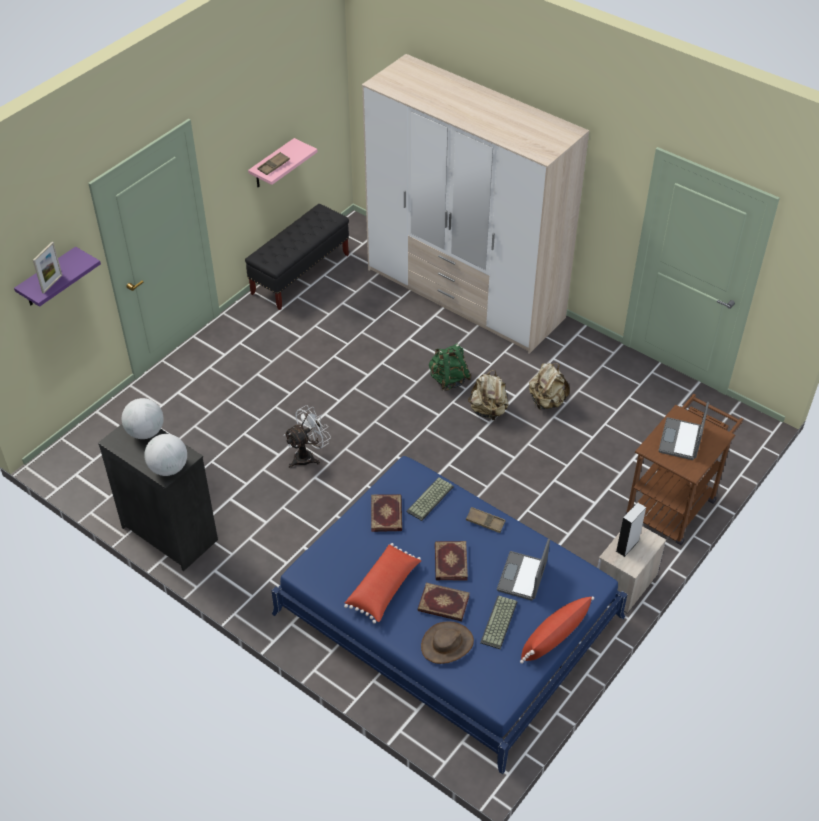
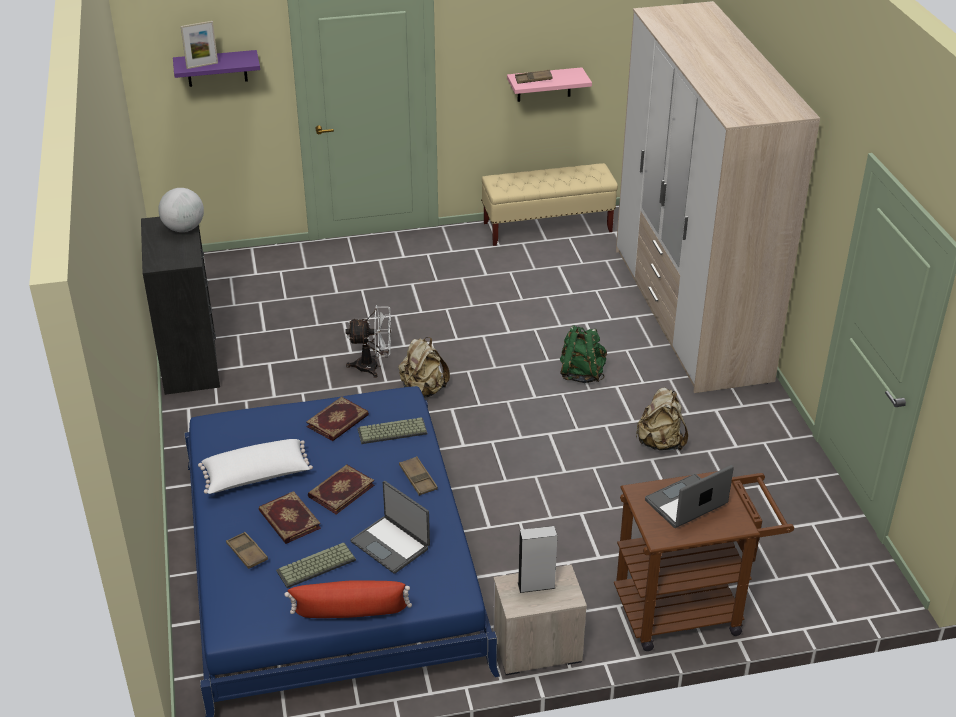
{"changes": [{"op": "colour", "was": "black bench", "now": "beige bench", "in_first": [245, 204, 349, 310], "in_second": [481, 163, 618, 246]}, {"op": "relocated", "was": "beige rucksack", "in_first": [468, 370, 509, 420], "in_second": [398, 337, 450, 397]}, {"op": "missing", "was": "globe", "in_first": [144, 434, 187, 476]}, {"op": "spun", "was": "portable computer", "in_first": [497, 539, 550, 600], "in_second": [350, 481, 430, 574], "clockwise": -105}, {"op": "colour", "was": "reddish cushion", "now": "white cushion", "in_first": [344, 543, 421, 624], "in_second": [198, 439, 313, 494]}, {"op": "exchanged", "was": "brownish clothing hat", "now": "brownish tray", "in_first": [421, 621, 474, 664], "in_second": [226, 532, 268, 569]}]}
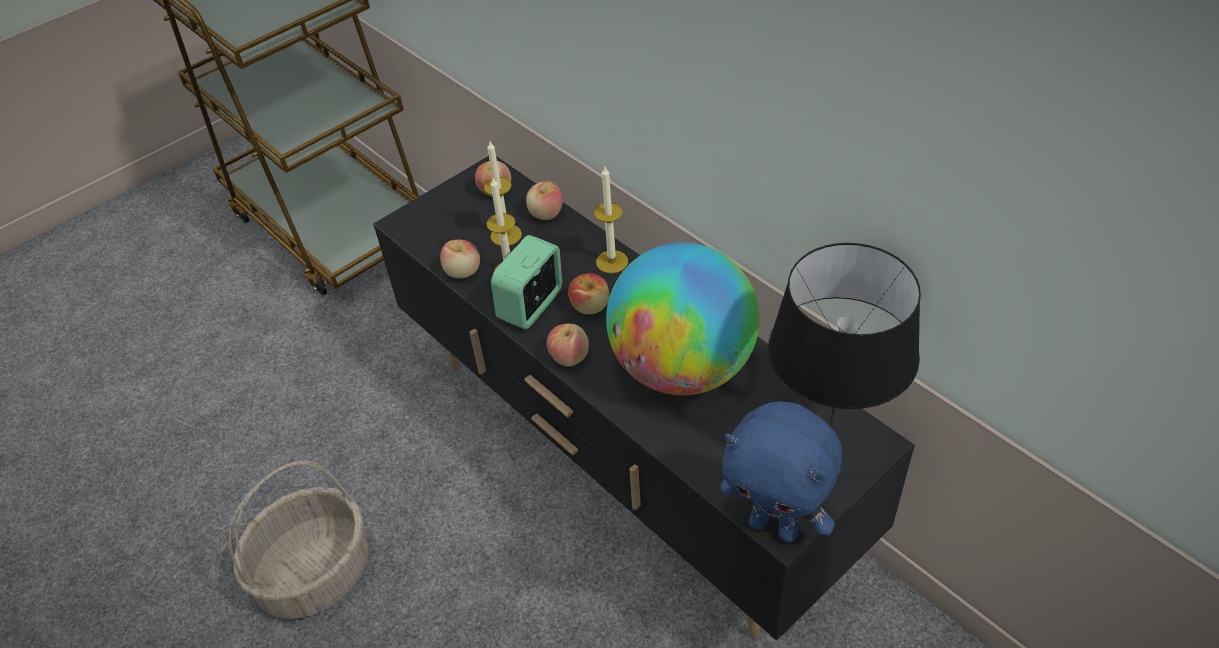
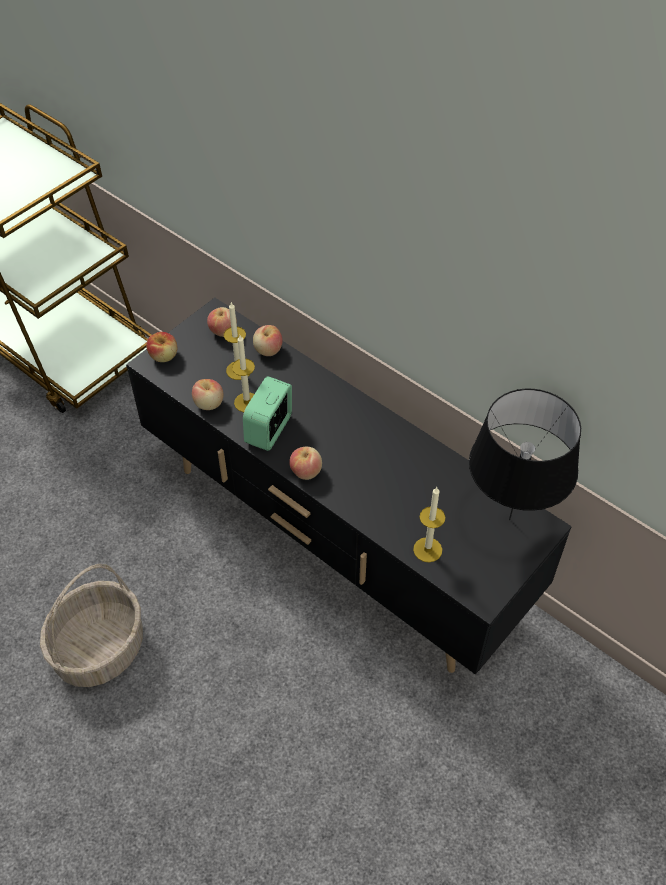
{"changes": [{"op": "relocated", "was": "wax candle", "in_first": [594, 167, 628, 273], "in_second": [413, 487, 445, 562]}, {"op": "missing", "was": "globe", "in_first": [606, 242, 759, 395]}, {"op": "relocated", "was": "apple", "in_first": [568, 273, 609, 314], "in_second": [146, 332, 177, 362]}, {"op": "missing", "was": "blue plush toy", "in_first": [720, 401, 842, 543]}]}
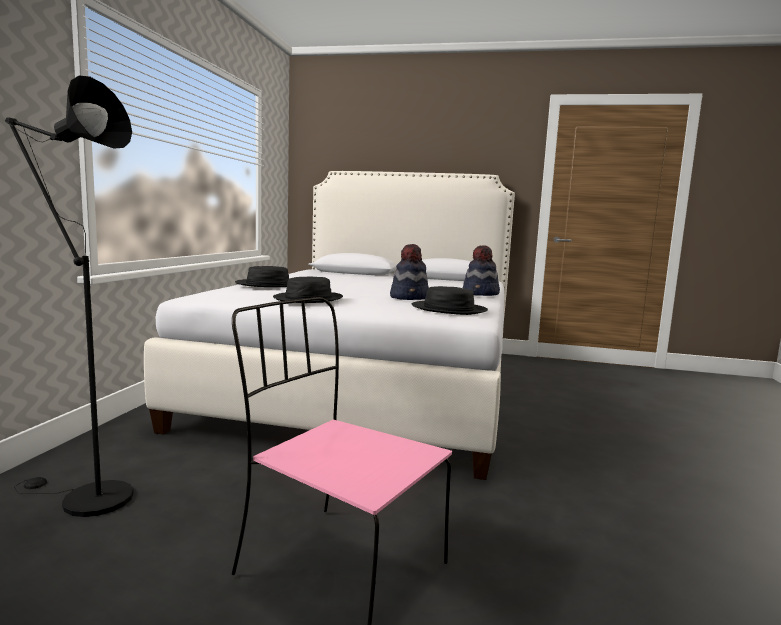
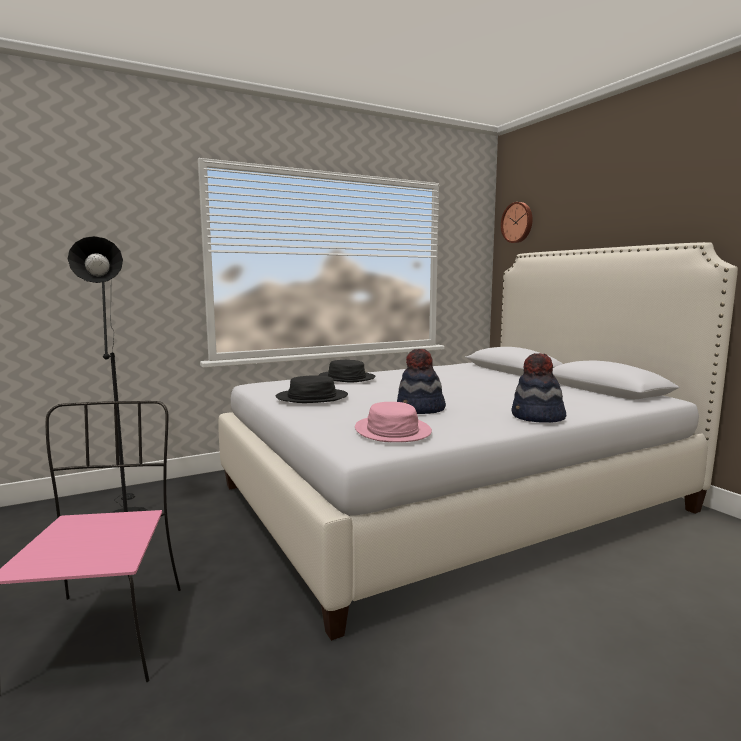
{"changes": [{"op": "colour", "was": "black clothing hat", "now": "pinkish clothing hat", "in_first": [412, 286, 488, 315], "in_second": [355, 402, 432, 442]}, {"op": "appeared", "now": "clock on the wall", "in_second": [501, 202, 533, 243]}]}
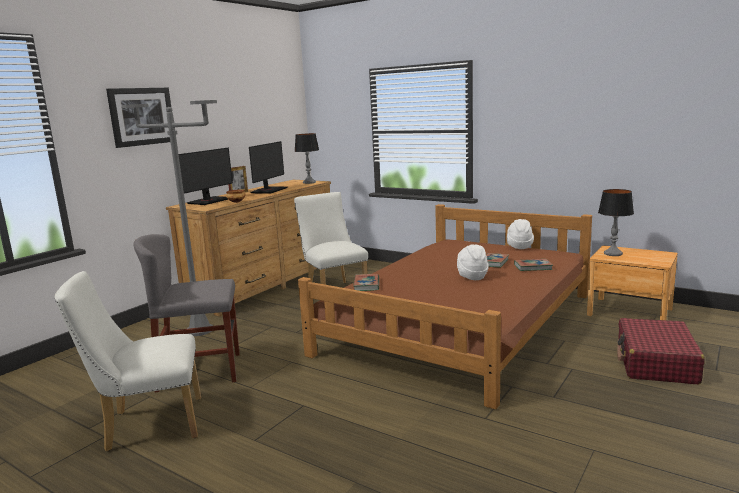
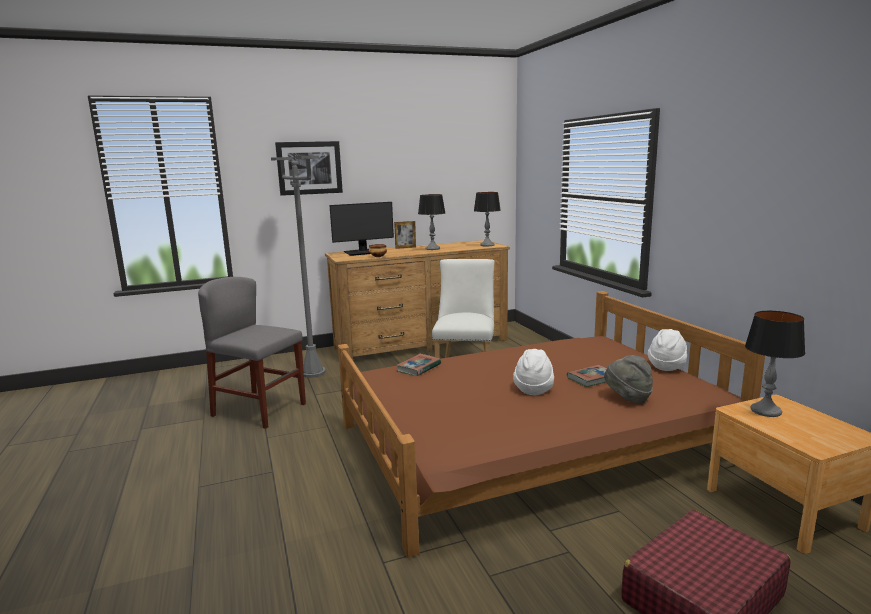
{"changes": [{"op": "exchanged", "was": "monitor", "now": "tabletop lamp", "in_first": [249, 141, 287, 194], "in_second": [418, 194, 445, 250]}, {"op": "exchanged", "was": "volume", "now": "grey clothing hat", "in_first": [514, 259, 553, 271], "in_second": [604, 355, 653, 404]}, {"op": "missing", "was": "white upright chair", "in_first": [55, 271, 201, 452]}]}
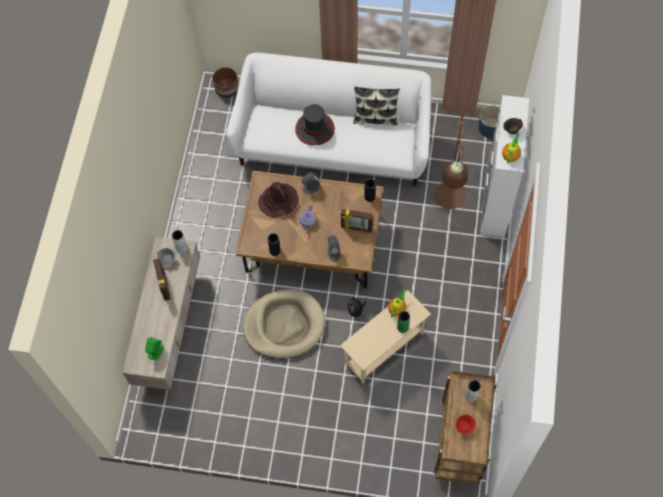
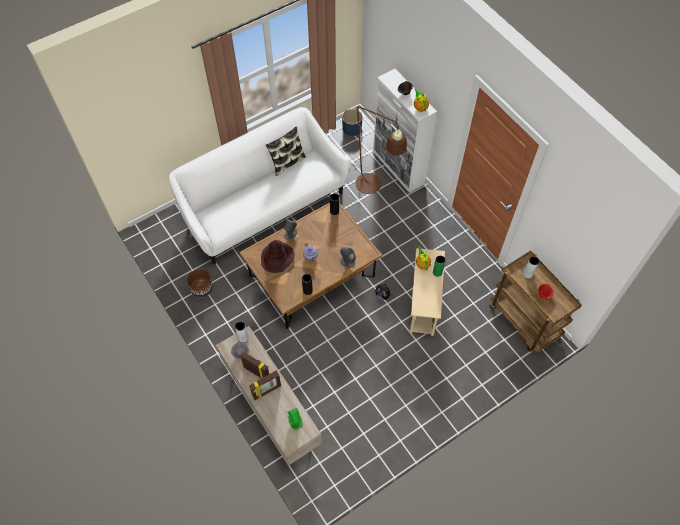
{"changes": [{"op": "relocated", "was": "brownish flower pot", "in_first": [213, 67, 239, 98], "in_second": [187, 269, 213, 297]}, {"op": "missing", "was": "clothing hat", "in_first": [295, 104, 335, 145]}, {"op": "relocated", "was": "standing frame", "in_first": [341, 209, 373, 233], "in_second": [249, 370, 281, 400]}, {"op": "missing", "was": "beige dog bed", "in_first": [243, 289, 325, 359]}]}
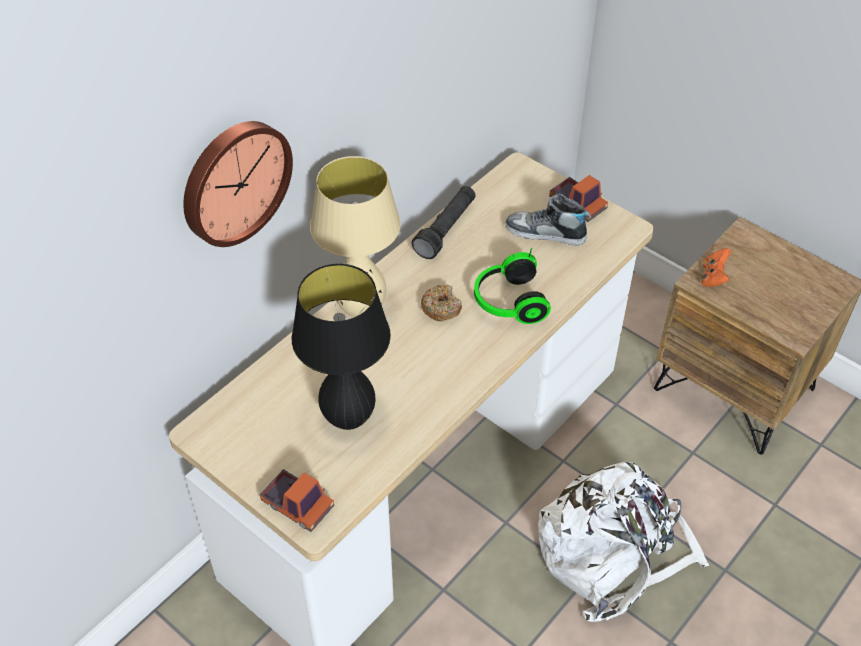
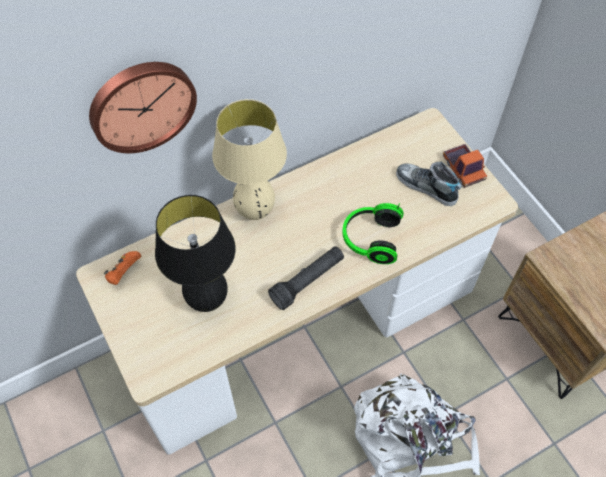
{"changes": [{"op": "relocated", "was": "black flashlight", "in_first": [412, 186, 476, 259], "in_second": [268, 246, 344, 310]}, {"op": "relocated", "was": "orange game controller", "in_first": [702, 248, 731, 287], "in_second": [104, 251, 141, 285]}, {"op": "missing", "was": "ring doughnut", "in_first": [421, 284, 462, 321]}, {"op": "missing", "was": "model truck", "in_first": [260, 469, 334, 532]}]}
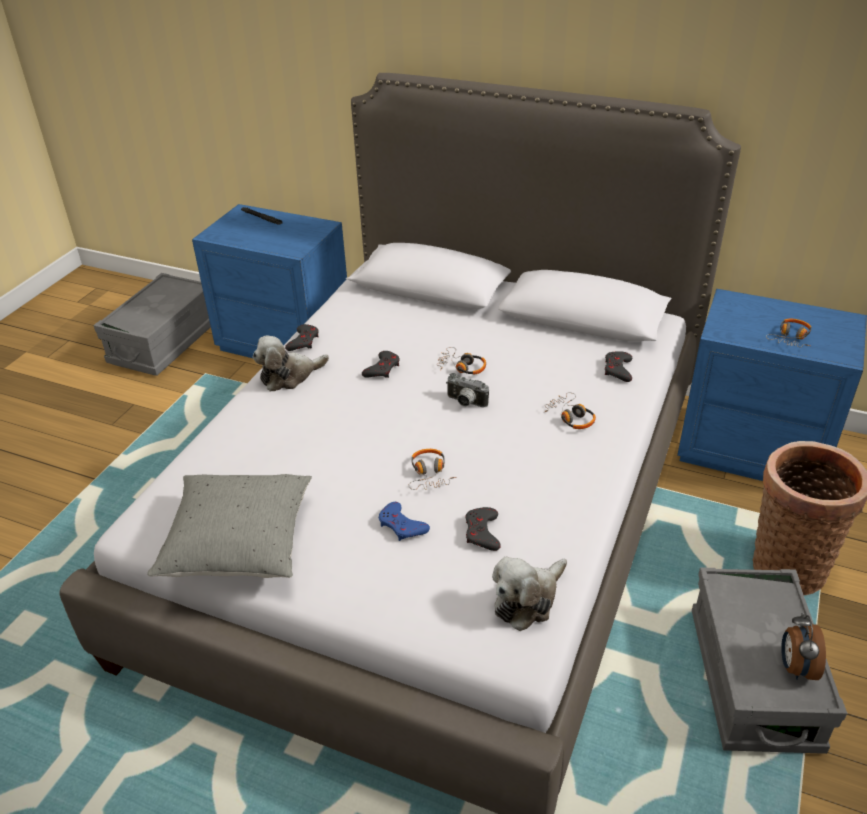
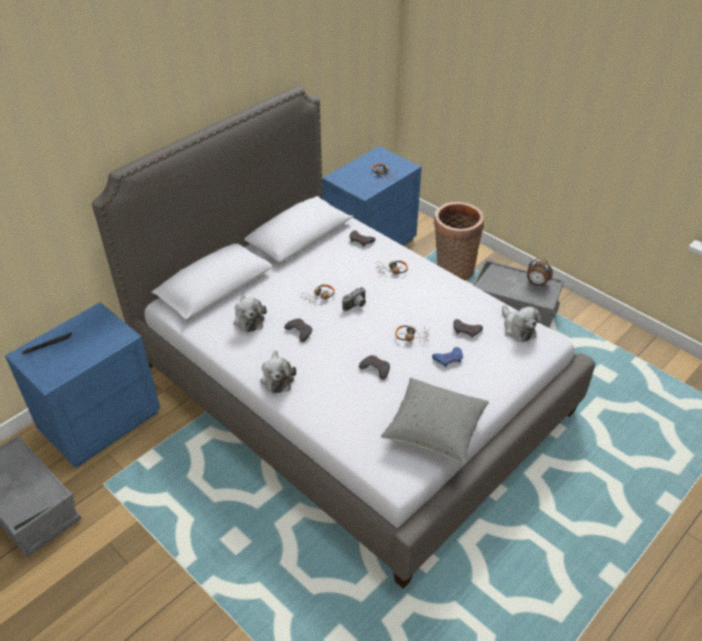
{"changes": [{"op": "relocated", "was": "grey game controller", "in_first": [285, 324, 319, 351], "in_second": [359, 355, 390, 380]}, {"op": "appeared", "now": "plush toy", "in_second": [233, 295, 267, 332]}]}
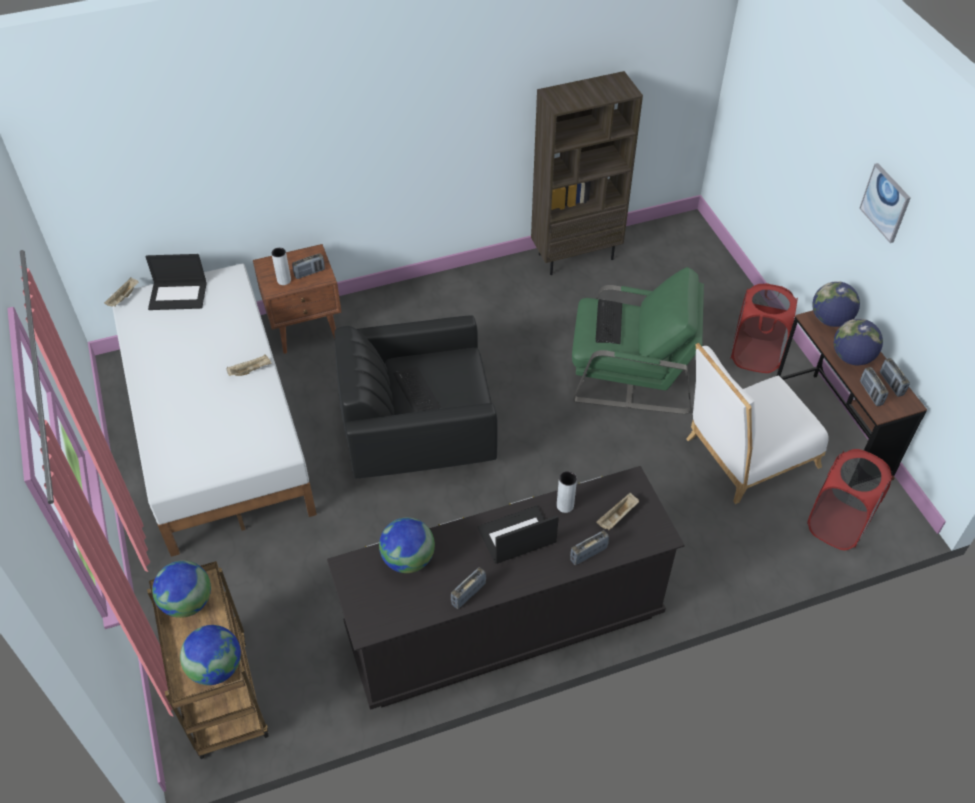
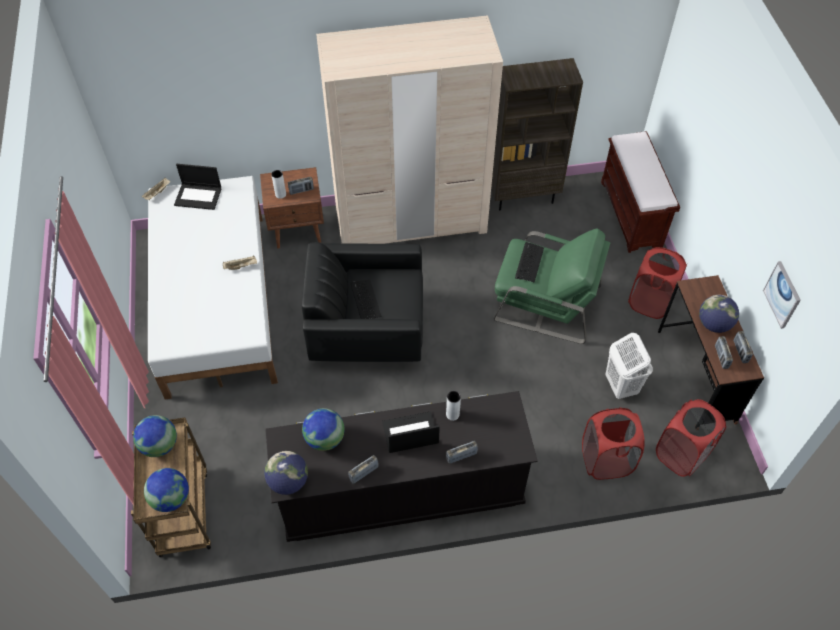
{"changes": [{"op": "relocated", "was": "wall picture", "in_first": [859, 163, 911, 243], "in_second": [763, 261, 801, 329]}, {"op": "relocated", "was": "globe", "in_first": [812, 281, 860, 327], "in_second": [264, 451, 308, 495]}, {"op": "exchanged", "was": "white upright chair", "now": "white washing basket", "in_first": [686, 343, 829, 504], "in_second": [605, 333, 653, 399]}, {"op": "missing", "was": "beige tray", "in_first": [596, 493, 639, 530]}, {"op": "appeared", "now": "beige armoire", "in_second": [316, 15, 503, 244]}, {"op": "appeared", "now": "brownish bench", "in_second": [601, 131, 680, 253]}, {"op": "appeared", "now": "reddish washing basket", "in_second": [582, 407, 645, 480]}]}
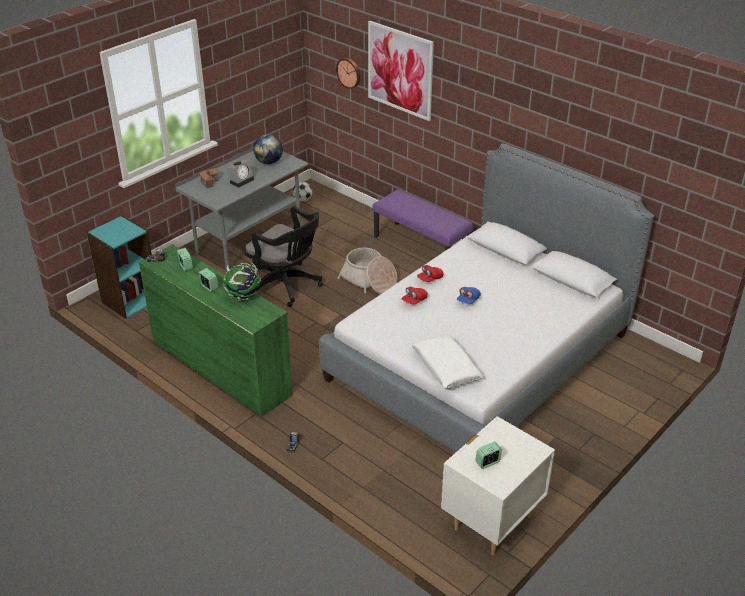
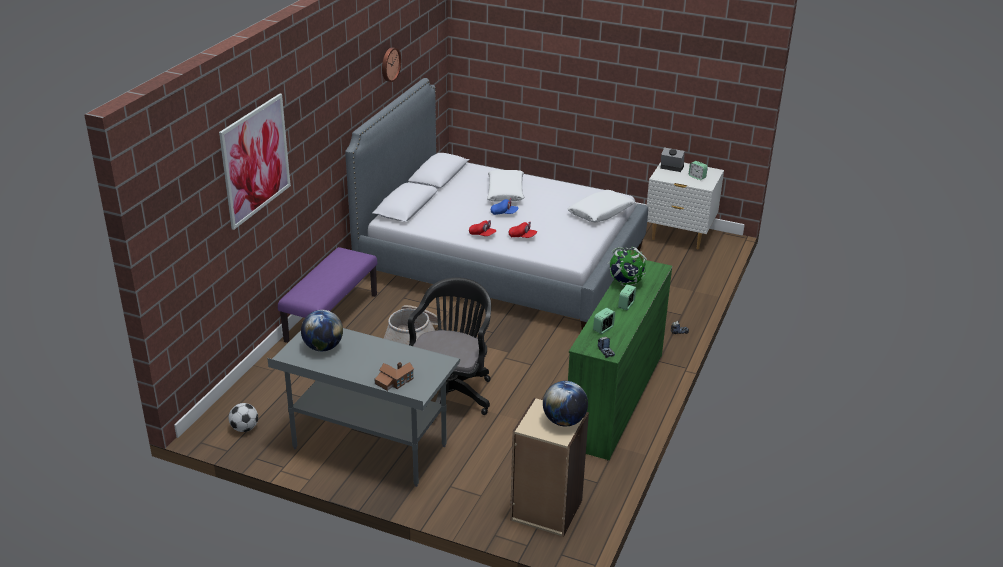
{"changes": [{"op": "relocated", "was": "clock on the wall", "in_first": [336, 58, 361, 89], "in_second": [382, 47, 401, 82]}, {"op": "relocated", "was": "table clock", "in_first": [227, 160, 254, 187], "in_second": [660, 148, 685, 172]}, {"op": "colour", "was": "turquoise bookshelf", "now": "beige bookshelf", "in_first": [86, 215, 152, 319], "in_second": [510, 398, 589, 537]}, {"op": "appeared", "now": "white cushion", "in_second": [487, 170, 524, 202]}, {"op": "appeared", "now": "globe", "in_second": [543, 381, 588, 426]}]}
